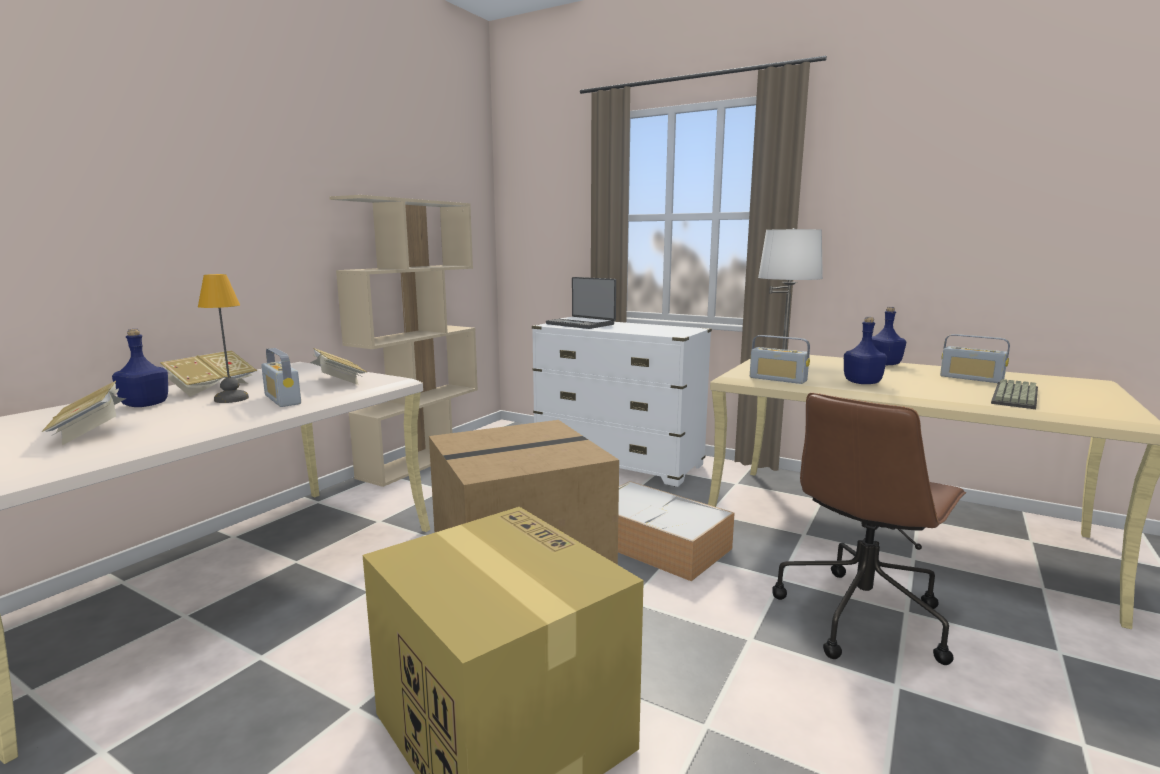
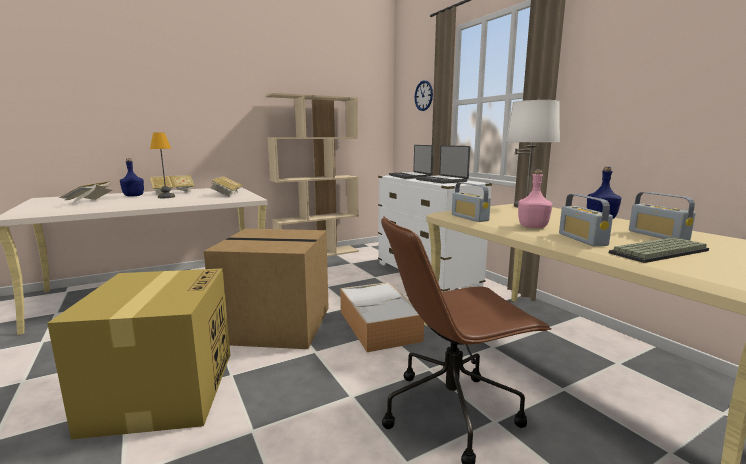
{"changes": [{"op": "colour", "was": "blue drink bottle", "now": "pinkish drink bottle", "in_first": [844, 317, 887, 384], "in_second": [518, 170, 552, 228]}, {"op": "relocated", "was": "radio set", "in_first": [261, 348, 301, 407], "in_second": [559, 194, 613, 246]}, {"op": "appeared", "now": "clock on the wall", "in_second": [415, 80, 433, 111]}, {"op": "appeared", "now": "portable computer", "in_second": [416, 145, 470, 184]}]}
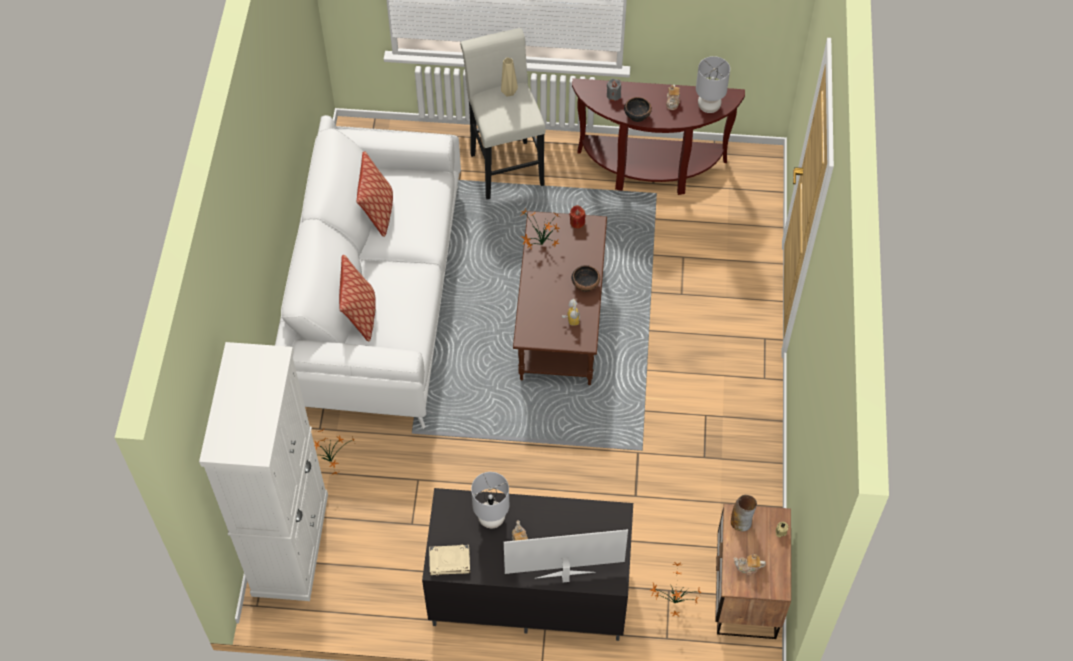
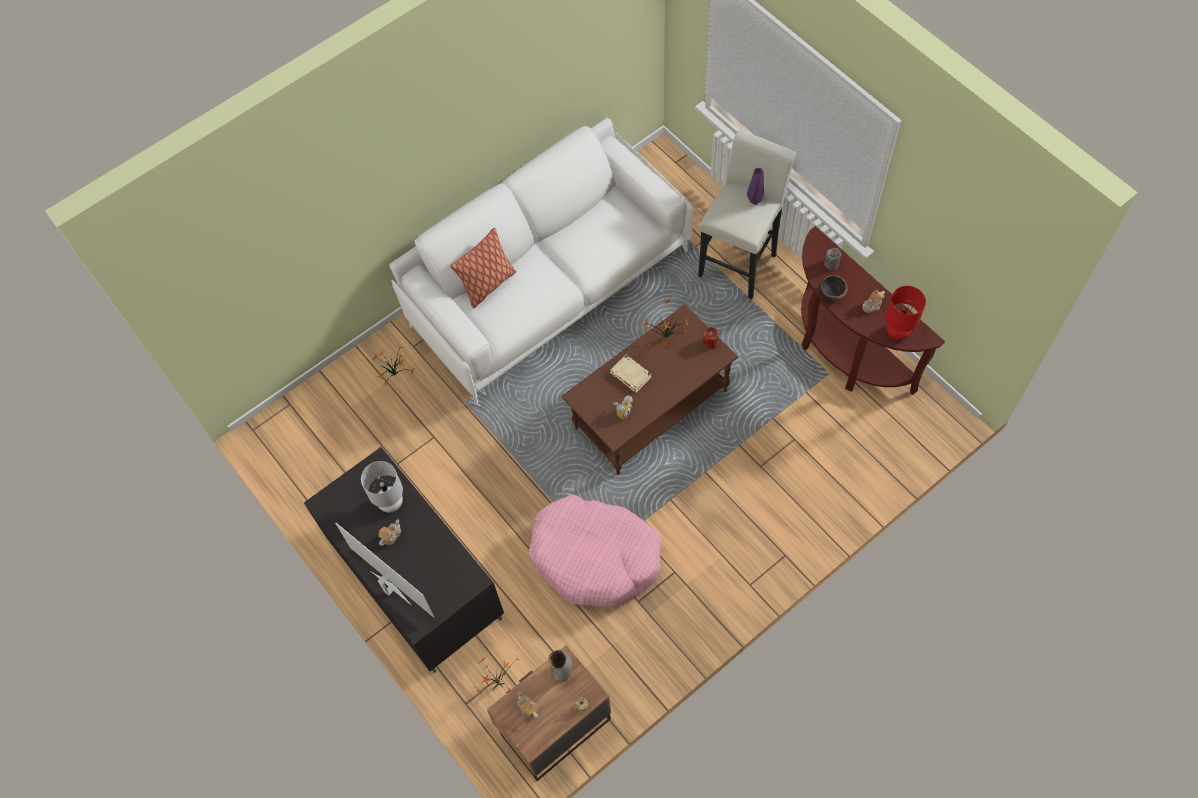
{"changes": [{"op": "colour", "was": "grey tabletop lamp", "now": "reddish tabletop lamp", "in_first": [696, 56, 730, 113], "in_second": [886, 286, 926, 340]}, {"op": "colour", "was": "beige vase", "now": "purplish vase", "in_first": [501, 57, 518, 97], "in_second": [747, 168, 764, 205]}, {"op": "missing", "was": "cushion", "in_first": [357, 151, 393, 237]}, {"op": "missing", "was": "deep dish", "in_first": [572, 265, 600, 292]}, {"op": "missing", "was": "white cupboard", "in_first": [199, 342, 328, 601]}, {"op": "relocated", "was": "beige volume", "in_first": [429, 545, 470, 575], "in_second": [610, 355, 652, 393]}, {"op": "appeared", "now": "pinkish dog bed", "in_second": [528, 495, 662, 608]}]}
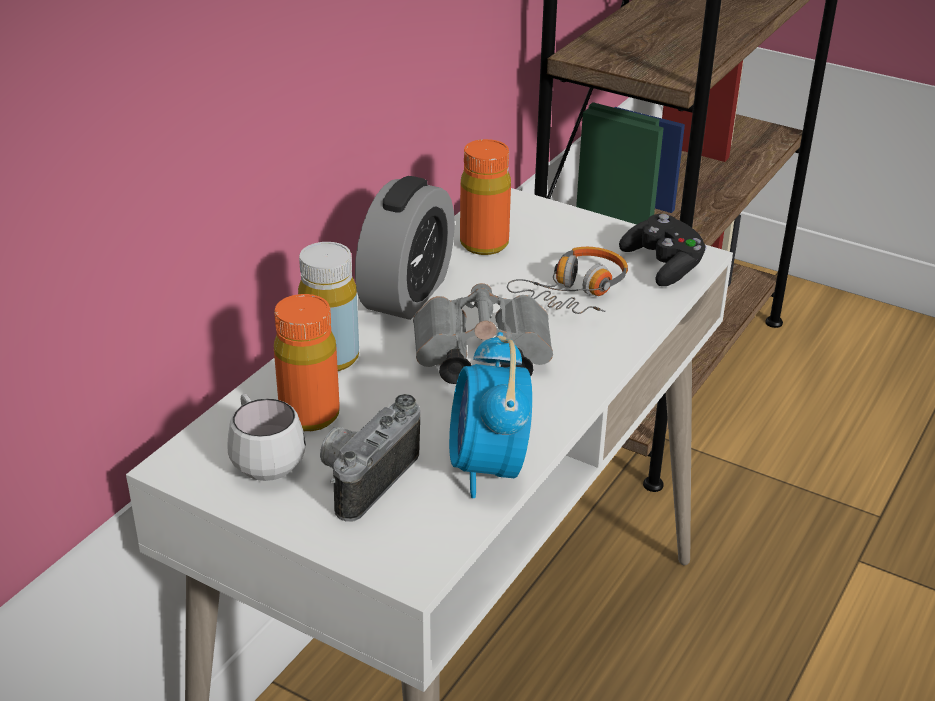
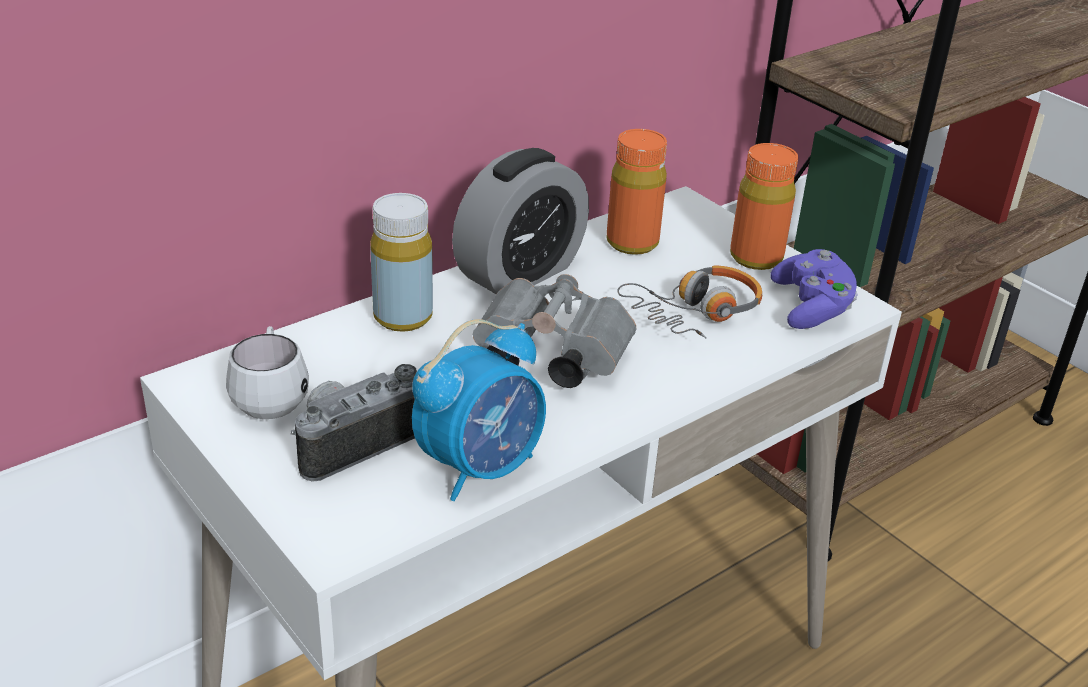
{"changes": [{"op": "colour", "was": "black game controller", "now": "purplish game controller", "in_first": [619, 214, 707, 286], "in_second": [770, 249, 857, 329]}, {"op": "relocated", "was": "orange drink bottle", "in_first": [274, 294, 340, 431], "in_second": [730, 143, 798, 270]}, {"op": "spun", "was": "table clock", "in_first": [449, 332, 532, 498], "in_second": [412, 319, 546, 501], "clockwise": -150}]}
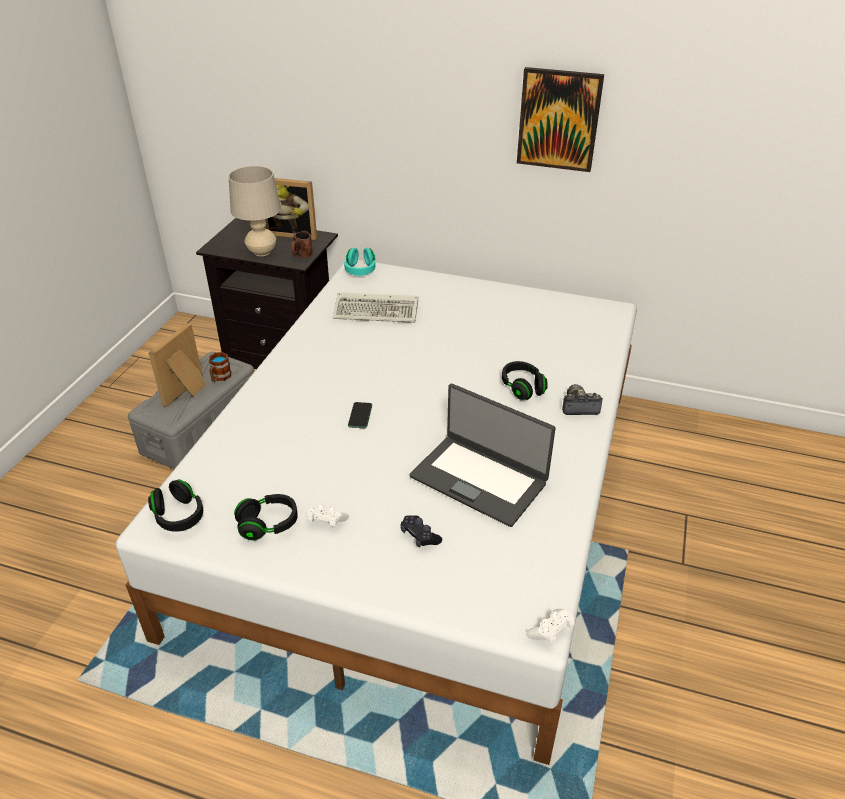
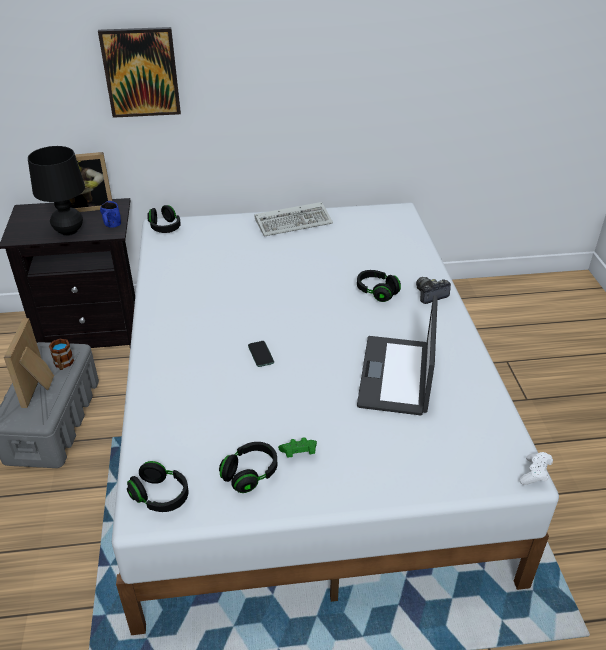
{"changes": [{"op": "relocated", "was": "wall picture", "in_first": [517, 67, 604, 172], "in_second": [98, 27, 181, 118]}, {"op": "colour", "was": "beige tabletop lamp", "now": "black tabletop lamp", "in_first": [228, 166, 281, 256], "in_second": [28, 146, 85, 236]}, {"op": "colour", "was": "brownish tea mug", "now": "blue tea mug", "in_first": [291, 231, 313, 258], "in_second": [100, 201, 121, 227]}, {"op": "colour", "was": "turquoise pair of headphones", "now": "black pair of headphones", "in_first": [344, 248, 376, 276], "in_second": [147, 205, 181, 233]}, {"op": "relocated", "was": "PC keyboard", "in_first": [333, 292, 418, 323], "in_second": [255, 202, 333, 237]}, {"op": "spun", "was": "portable computer", "in_first": [410, 384, 556, 527], "in_second": [357, 295, 438, 415], "clockwise": 90}, {"op": "colour", "was": "white game controller", "now": "greenish game controller", "in_first": [307, 505, 349, 526], "in_second": [278, 437, 317, 458]}, {"op": "missing", "was": "black game controller", "in_first": [400, 515, 442, 548]}]}
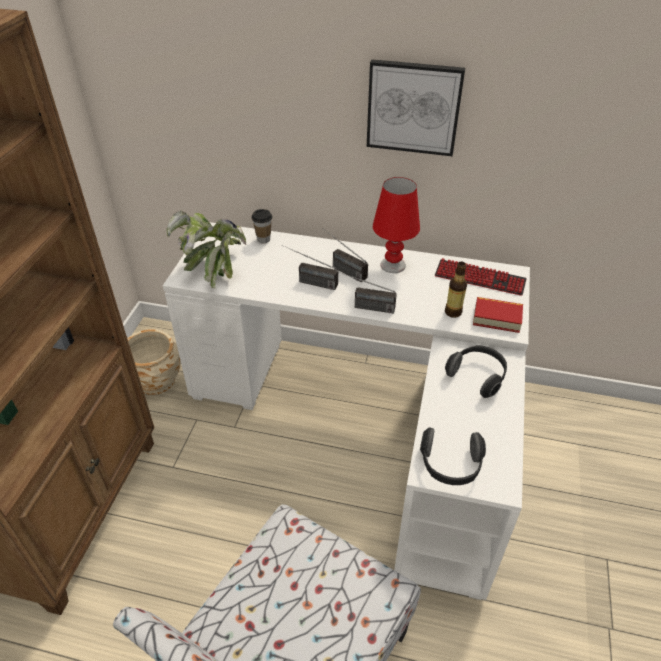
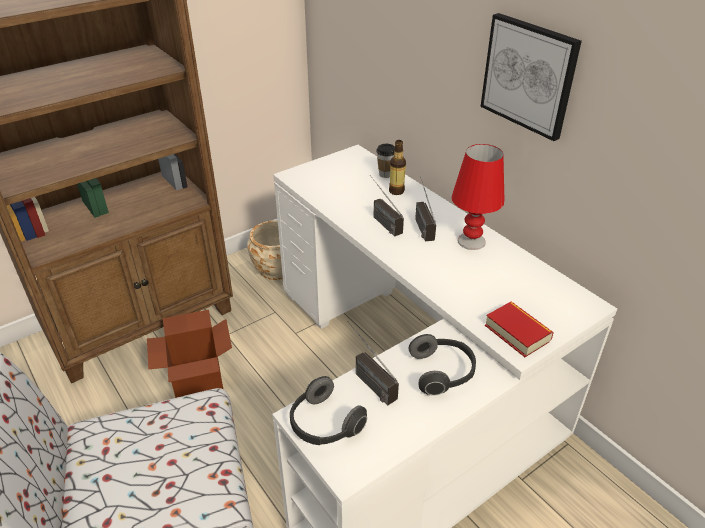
{"changes": [{"op": "missing", "was": "houseplant", "in_first": [167, 210, 246, 289]}, {"op": "missing", "was": "PC keyboard", "in_first": [435, 258, 527, 296]}, {"op": "relocated", "was": "drink bottle", "in_first": [445, 262, 467, 318], "in_second": [389, 140, 406, 195]}, {"op": "relocated", "was": "radio set", "in_first": [335, 271, 397, 314], "in_second": [347, 321, 399, 405]}, {"op": "appeared", "now": "cardboard box", "in_second": [147, 310, 232, 398]}]}
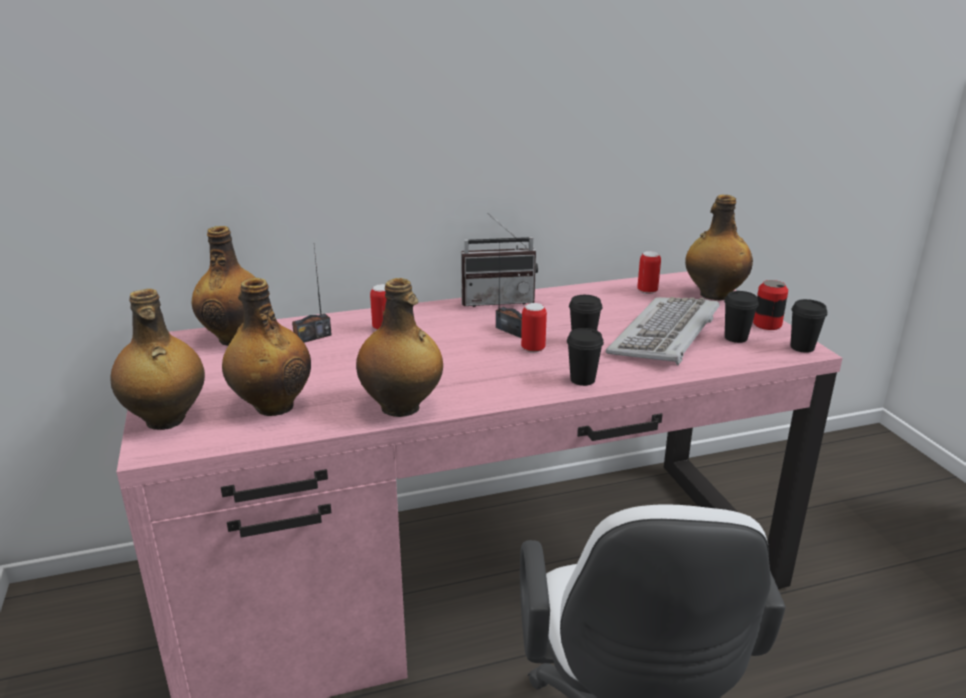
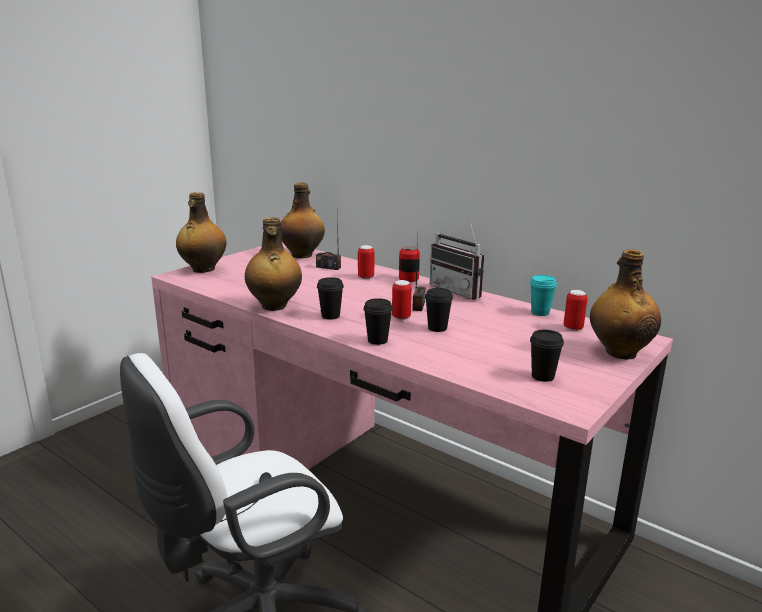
{"changes": [{"op": "missing", "was": "drink bottle", "in_first": [222, 278, 311, 416]}, {"op": "relocated", "was": "metal can", "in_first": [753, 280, 788, 330], "in_second": [399, 246, 420, 282]}, {"op": "missing", "was": "PC keyboard", "in_first": [606, 297, 720, 365]}, {"op": "relocated", "was": "black cup", "in_first": [791, 299, 827, 353], "in_second": [317, 277, 344, 320]}, {"op": "appeared", "now": "turquoise cup", "in_second": [530, 275, 557, 316]}]}
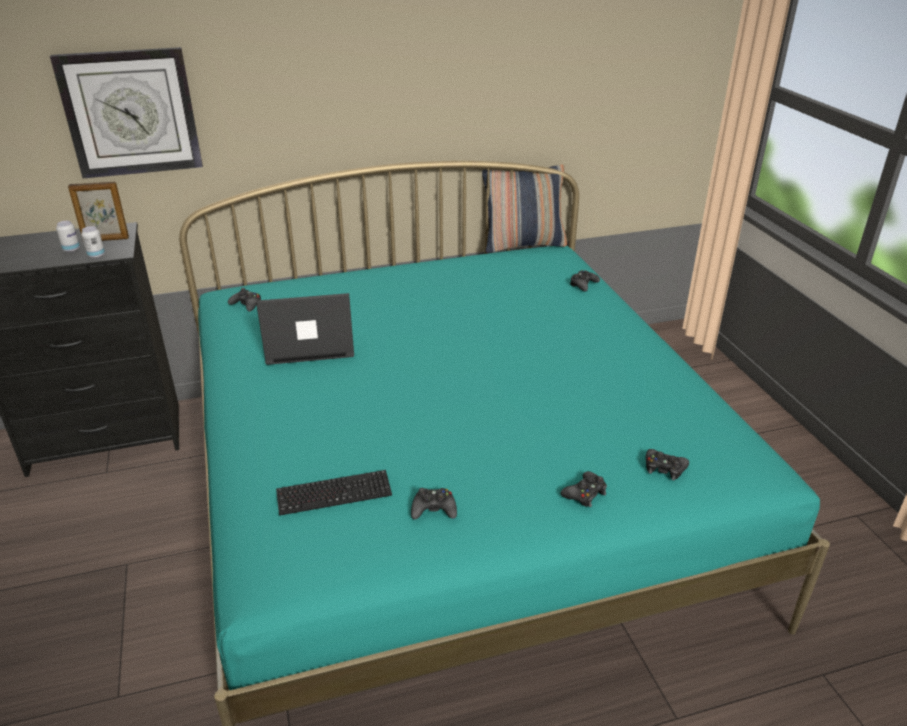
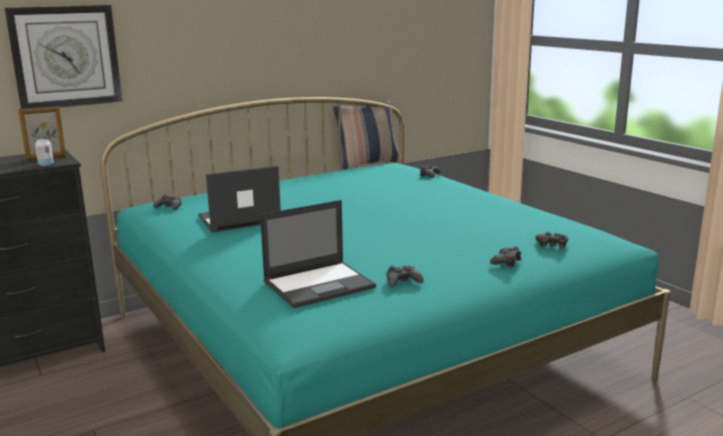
{"changes": [{"op": "missing", "was": "metal can", "in_first": [56, 221, 80, 252]}, {"op": "exchanged", "was": "PC keyboard", "now": "portable computer", "in_first": [276, 470, 392, 516], "in_second": [260, 200, 376, 308]}]}
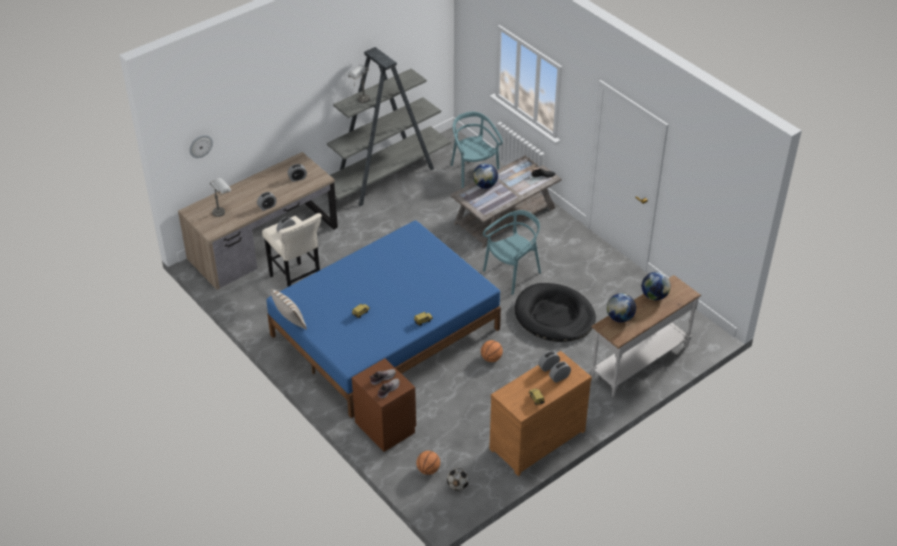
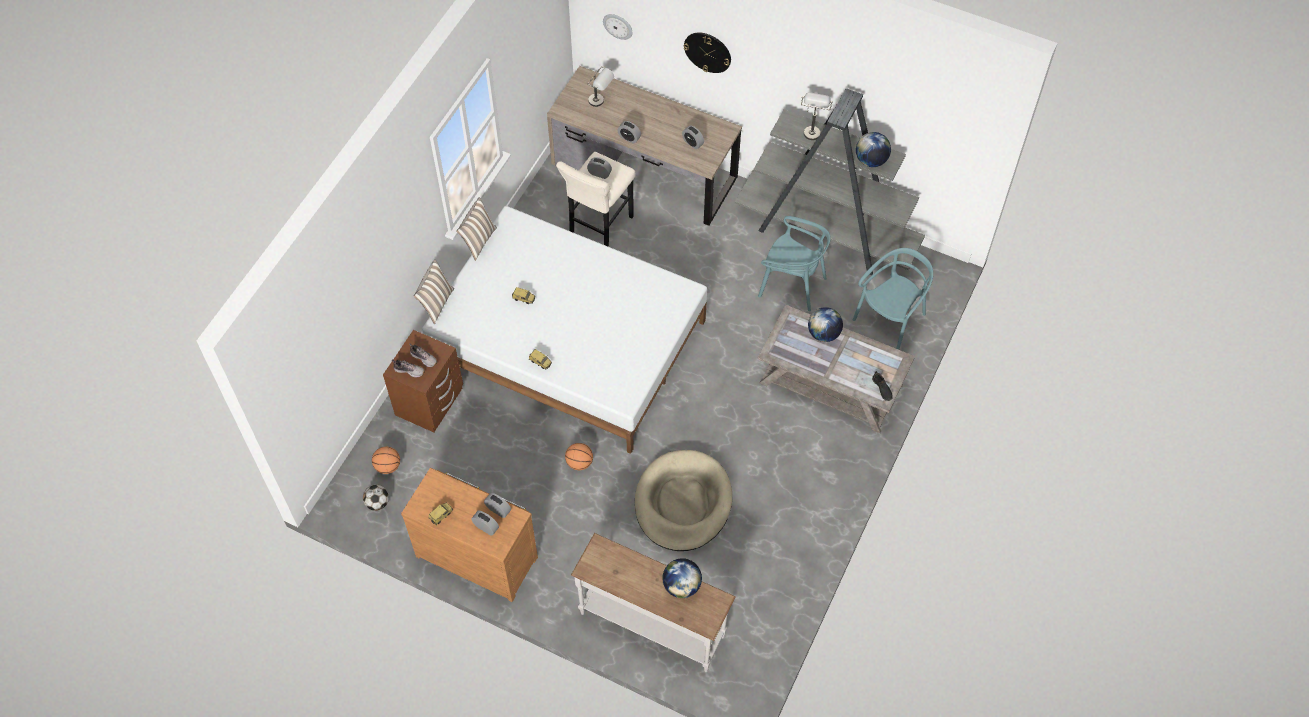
{"changes": [{"op": "relocated", "was": "turquoise upright chair", "in_first": [483, 210, 541, 295], "in_second": [758, 216, 831, 311]}, {"op": "colour", "was": "blue sleeping bed", "now": "white sleeping bed", "in_first": [266, 220, 501, 418], "in_second": [422, 206, 707, 454]}, {"op": "colour", "was": "black dog bed", "now": "beige dog bed", "in_first": [514, 283, 596, 342], "in_second": [635, 450, 732, 551]}, {"op": "relocated", "was": "globe", "in_first": [607, 293, 636, 323], "in_second": [856, 132, 891, 167]}, {"op": "appeared", "now": "clock on the wall", "in_second": [684, 32, 731, 73]}, {"op": "appeared", "now": "cushion", "in_second": [414, 259, 454, 324]}]}
